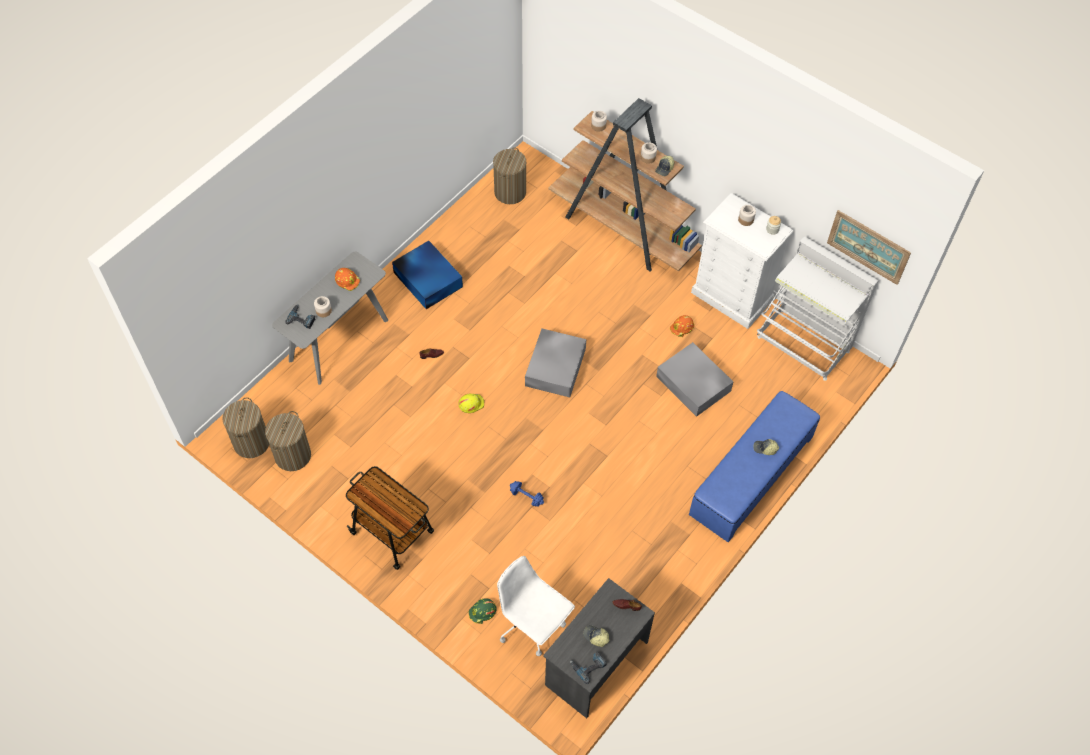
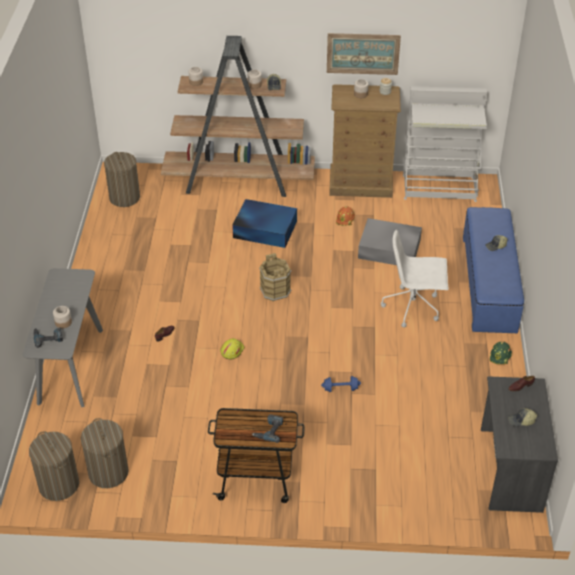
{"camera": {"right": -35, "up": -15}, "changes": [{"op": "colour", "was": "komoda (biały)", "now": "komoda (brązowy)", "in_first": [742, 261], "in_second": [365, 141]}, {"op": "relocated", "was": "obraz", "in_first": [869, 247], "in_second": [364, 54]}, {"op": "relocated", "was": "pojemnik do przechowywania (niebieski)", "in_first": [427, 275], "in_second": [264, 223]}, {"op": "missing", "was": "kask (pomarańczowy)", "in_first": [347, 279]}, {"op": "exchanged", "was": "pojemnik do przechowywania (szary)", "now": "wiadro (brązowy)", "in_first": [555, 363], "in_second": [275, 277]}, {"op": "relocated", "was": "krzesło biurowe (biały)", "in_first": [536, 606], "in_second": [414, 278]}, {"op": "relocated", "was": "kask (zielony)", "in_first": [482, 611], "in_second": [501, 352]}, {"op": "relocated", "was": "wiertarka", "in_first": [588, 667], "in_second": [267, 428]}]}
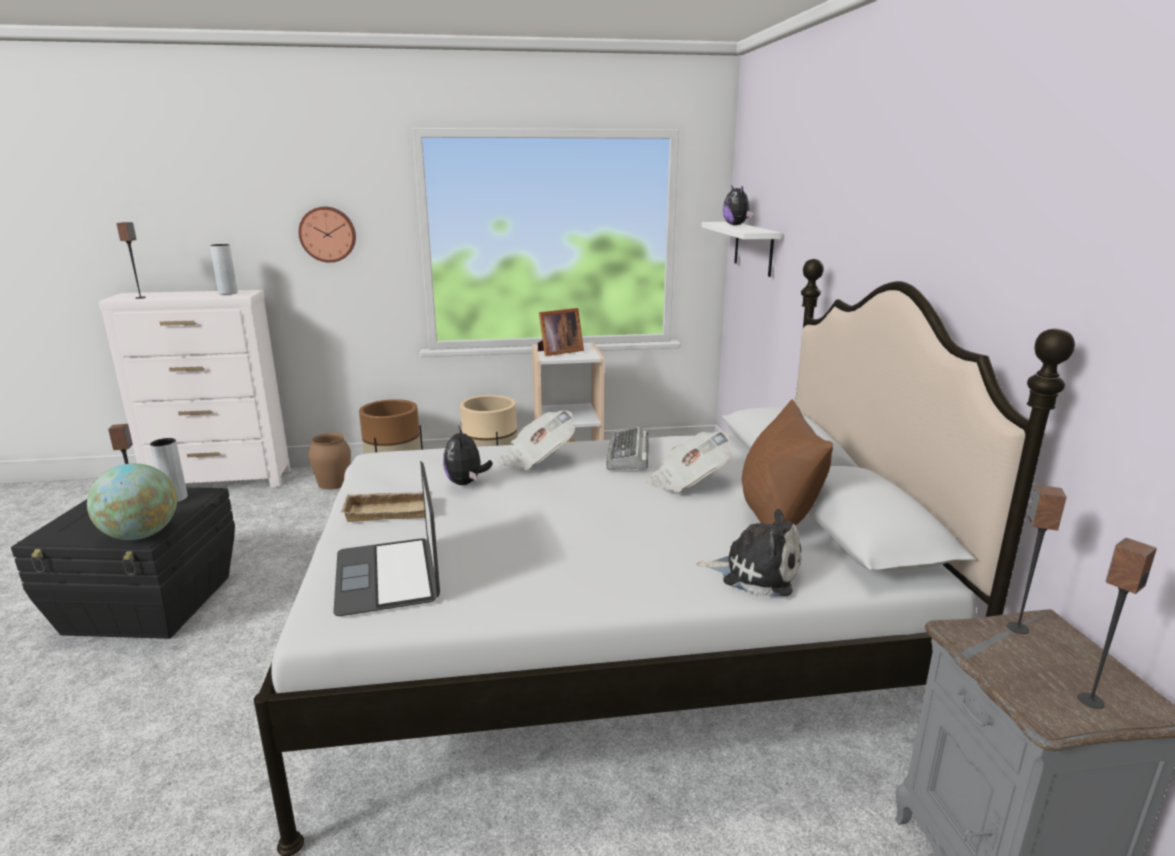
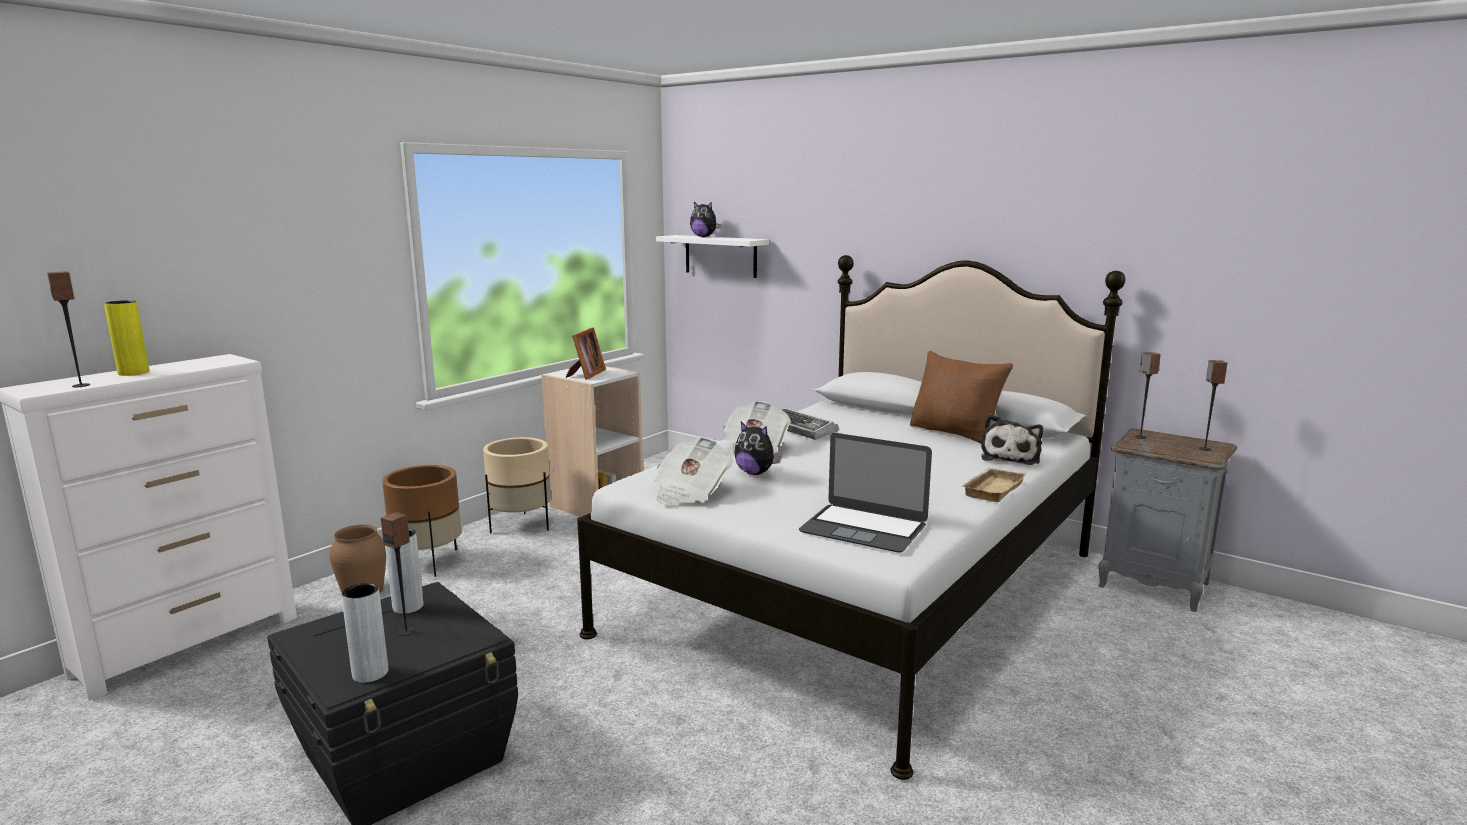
{"camera": {"right": -45, "up": -5}, "changes": [{"op": "missing", "was": "zegar ścienny", "in_first": [327, 234]}, {"op": "relocated", "was": "wazon (szary)", "in_first": [224, 269], "in_second": [364, 633]}, {"op": "relocated", "was": "gazeta", "in_first": [689, 462], "in_second": [694, 471]}, {"op": "missing", "was": "globus", "in_first": [132, 501]}, {"op": "relocated", "was": "taca (beżowy)", "in_first": [386, 506], "in_second": [994, 485]}, {"op": "spun", "was": "pluszak", "in_first": [748, 552], "in_second": [1012, 439], "clockwise": 135}, {"op": "appeared", "now": "wazon (żółty)", "in_second": [126, 338]}]}
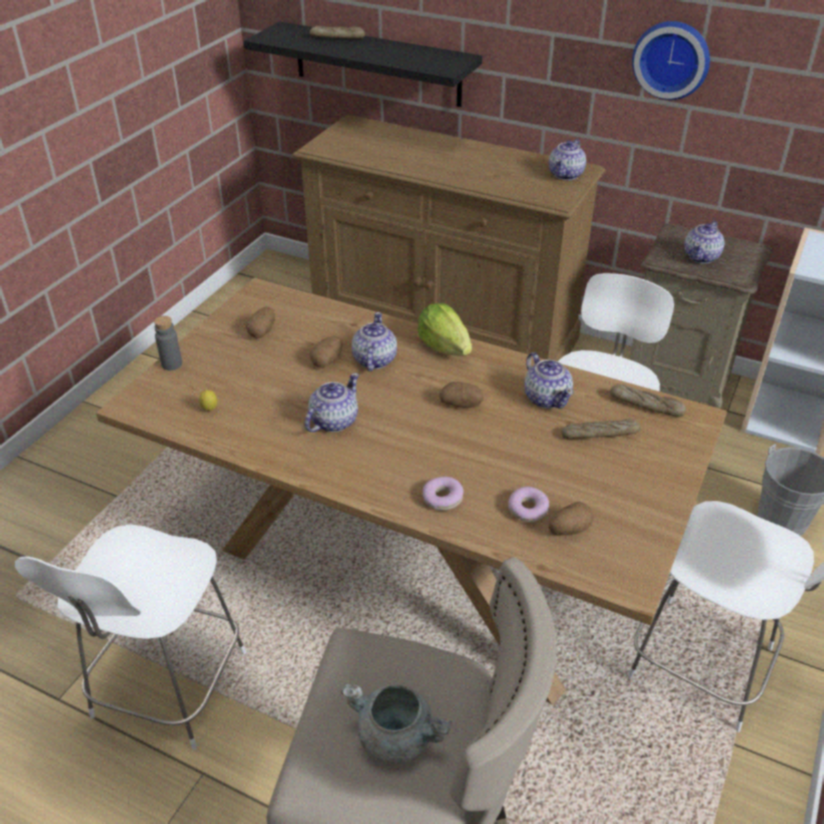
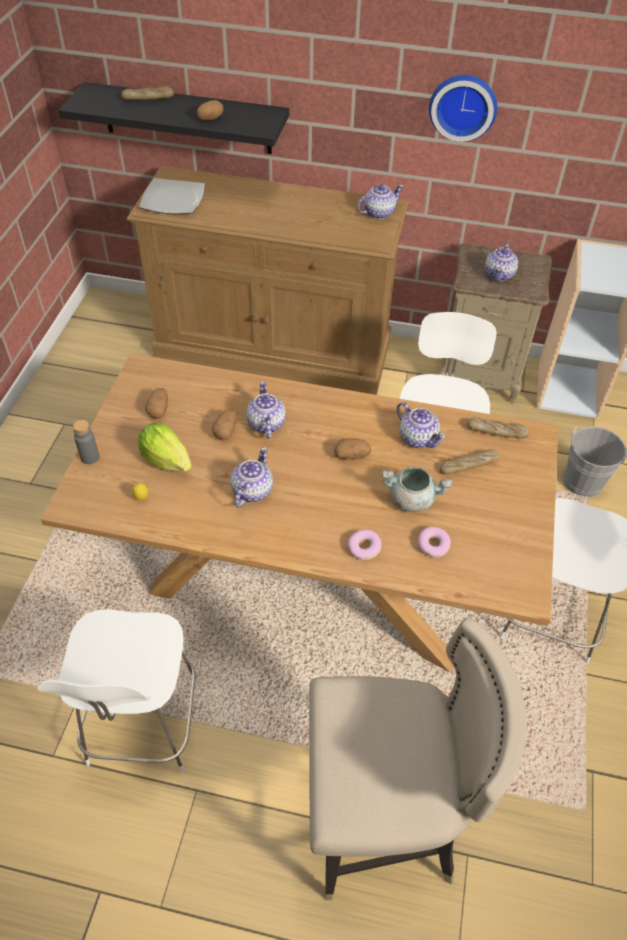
{"camera": {"right": -15, "up": 10}, "changes": [{"op": "spun", "was": "imbryk", "in_first": [567, 159], "in_second": [380, 201], "clockwise": -135}, {"op": "relocated", "was": "sałata", "in_first": [445, 329], "in_second": [165, 447]}, {"op": "relocated", "was": "ziemniak", "in_first": [571, 519], "in_second": [210, 110]}, {"op": "relocated", "was": "garnek (szary)", "in_first": [396, 723], "in_second": [417, 489]}, {"op": "appeared", "now": "talerz", "in_second": [172, 196]}]}
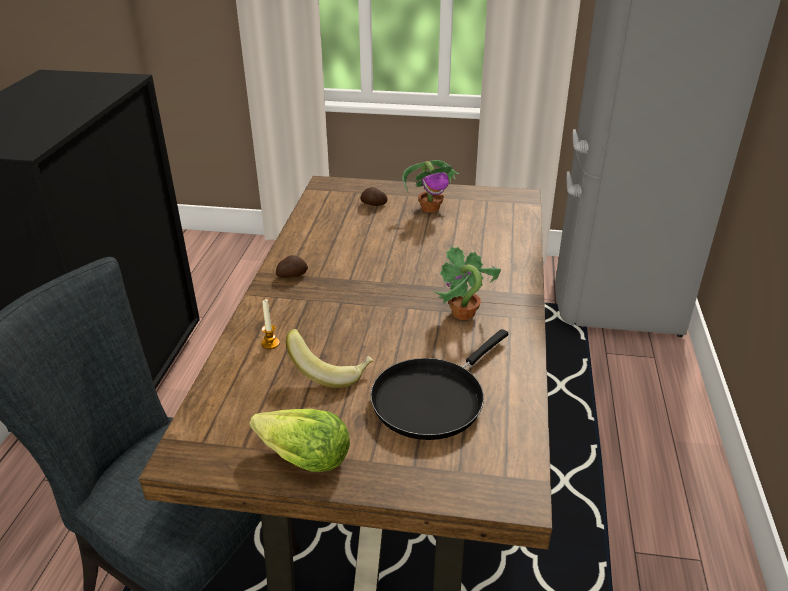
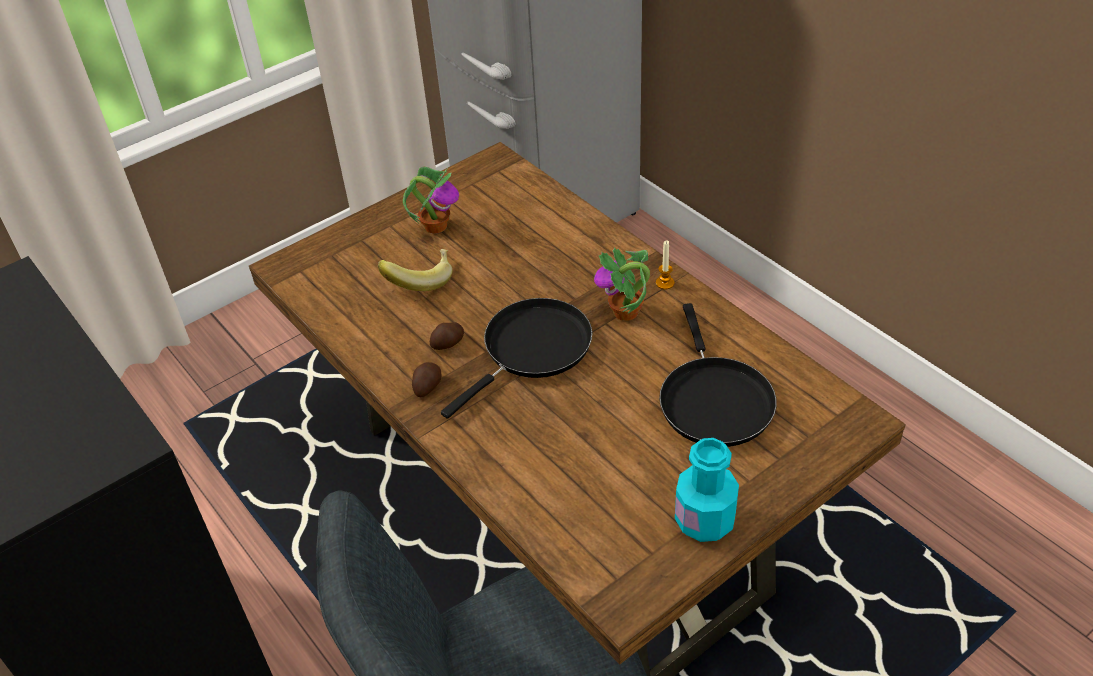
{"camera": {"right": -45, "up": 10}, "changes": [{"op": "relocated", "was": "ziemniak", "in_first": [373, 196], "in_second": [447, 336]}, {"op": "relocated", "was": "świeca", "in_first": [270, 324], "in_second": [665, 265]}, {"op": "relocated", "was": "banan", "in_first": [329, 358], "in_second": [415, 270]}, {"op": "exchanged", "was": "sałata", "now": "butelka (turkusowy)", "in_first": [300, 440], "in_second": [707, 490]}, {"op": "appeared", "now": "patelnia (czarny)", "in_second": [516, 358]}]}
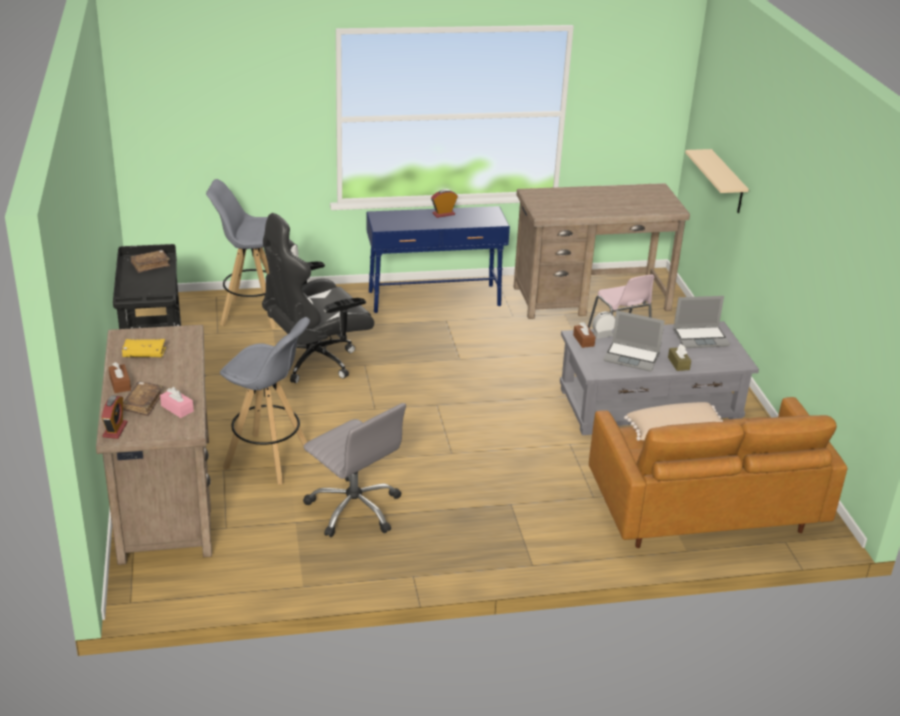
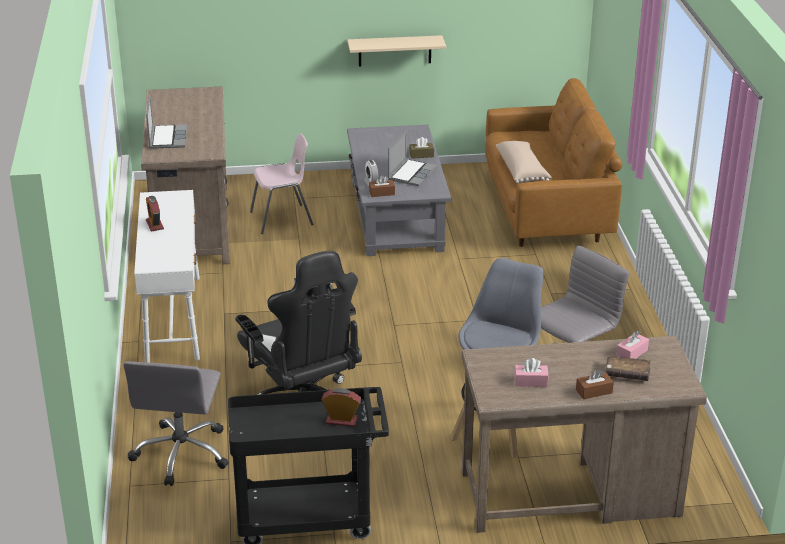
{"camera": {"right": -85, "up": 0}, "changes": [{"op": "relocated", "was": "półka (beżowy)", "in_first": [717, 181], "in_second": [397, 50]}, {"op": "exchanged", "was": "stołek (szary)", "now": "krzesło biurowe (szary)", "in_first": [241, 254], "in_second": [176, 423]}, {"op": "colour", "was": "stolik konsolowy (niebieski)", "now": "stolik konsolowy (biały)", "in_first": [438, 259], "in_second": [167, 276]}, {"op": "missing", "was": "książka (brązowy)", "in_first": [150, 261]}, {"op": "relocated", "was": "laptop", "in_first": [701, 322], "in_second": [166, 122]}, {"op": "exchanged", "was": "książka (żółty)", "now": "pudełko chusteczek (różowy)", "in_first": [144, 348], "in_second": [531, 372]}, {"op": "relocated", "was": "budzik", "in_first": [115, 417], "in_second": [341, 407]}]}
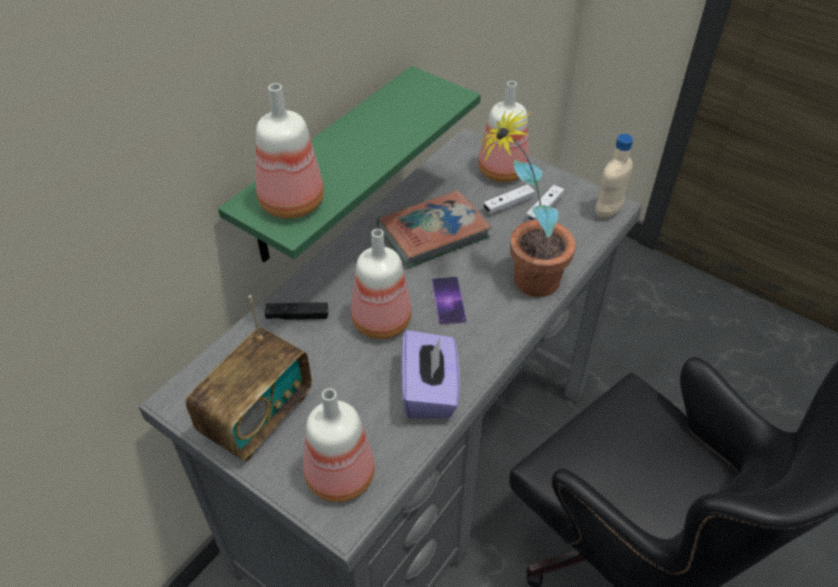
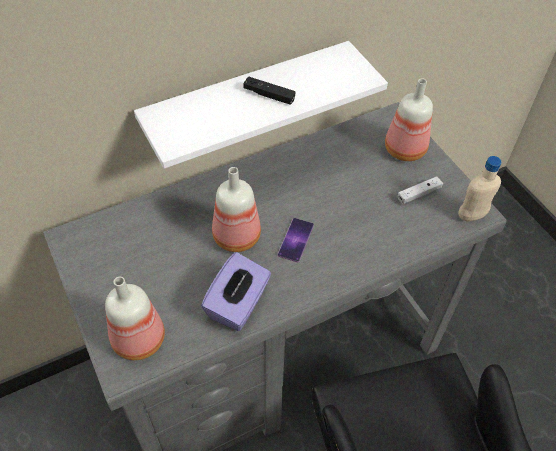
{"camera": {"right": 25, "up": 5}, "changes": [{"op": "colour", "was": "półka (zielony)", "now": "półka (biały)", "in_first": [349, 164], "in_second": [261, 105]}, {"op": "missing", "was": "butelka", "in_first": [290, 151]}, {"op": "missing", "was": "roślina doniczkowa", "in_first": [527, 204]}, {"op": "missing", "was": "pad do gier (biały)", "in_first": [509, 199]}, {"op": "missing", "was": "książka", "in_first": [434, 229]}, {"op": "missing", "was": "radio", "in_first": [249, 378]}, {"op": "relocated", "was": "pad do gier (czarny)", "in_first": [296, 311], "in_second": [270, 91]}]}
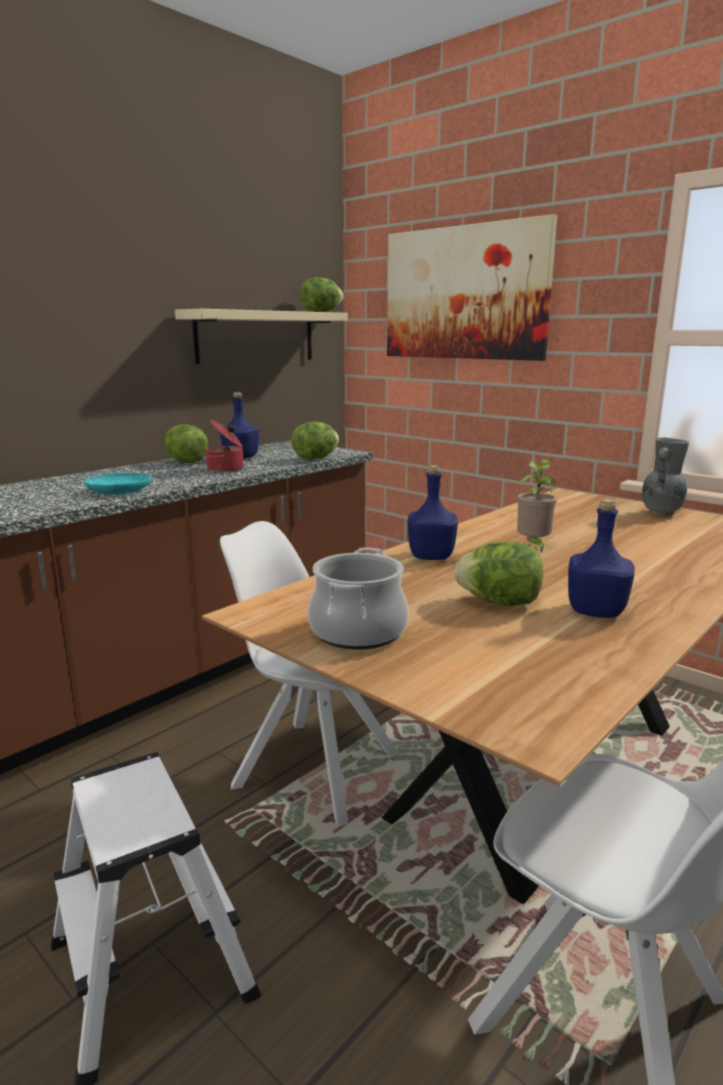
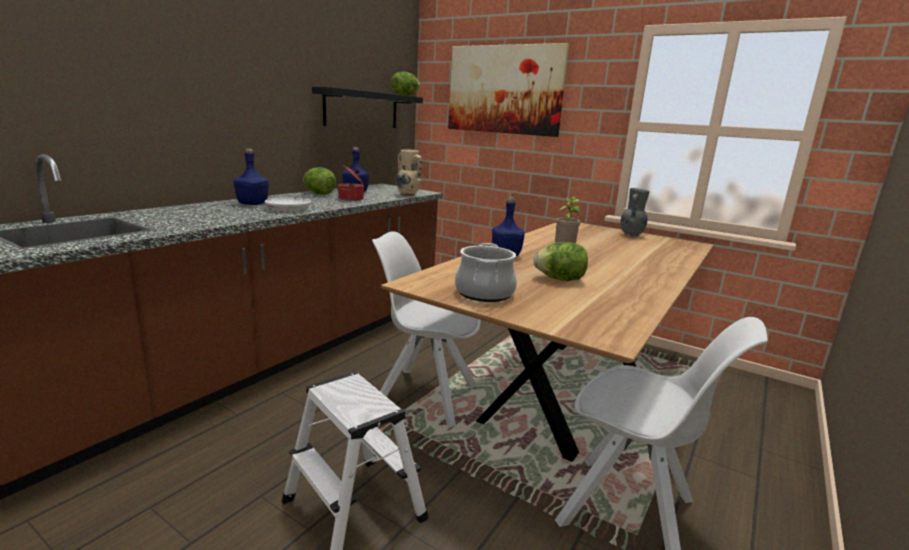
{"camera": {"right": -10, "up": 0}, "changes": [{"op": "colour", "was": "półka (beżowy)", "now": "półka (czarny)", "in_first": [261, 336], "in_second": [367, 107]}, {"op": "exchanged", "was": "sałata", "now": "wazon (beżowy)", "in_first": [315, 441], "in_second": [409, 172]}, {"op": "colour", "was": "talerz (turkusowy)", "now": "talerz (biały)", "in_first": [118, 483], "in_second": [288, 205]}, {"op": "relocated", "was": "butelka (niebieski)", "in_first": [601, 558], "in_second": [251, 176]}]}
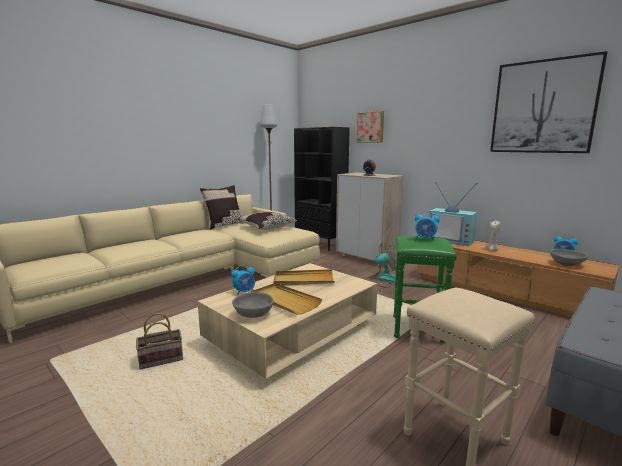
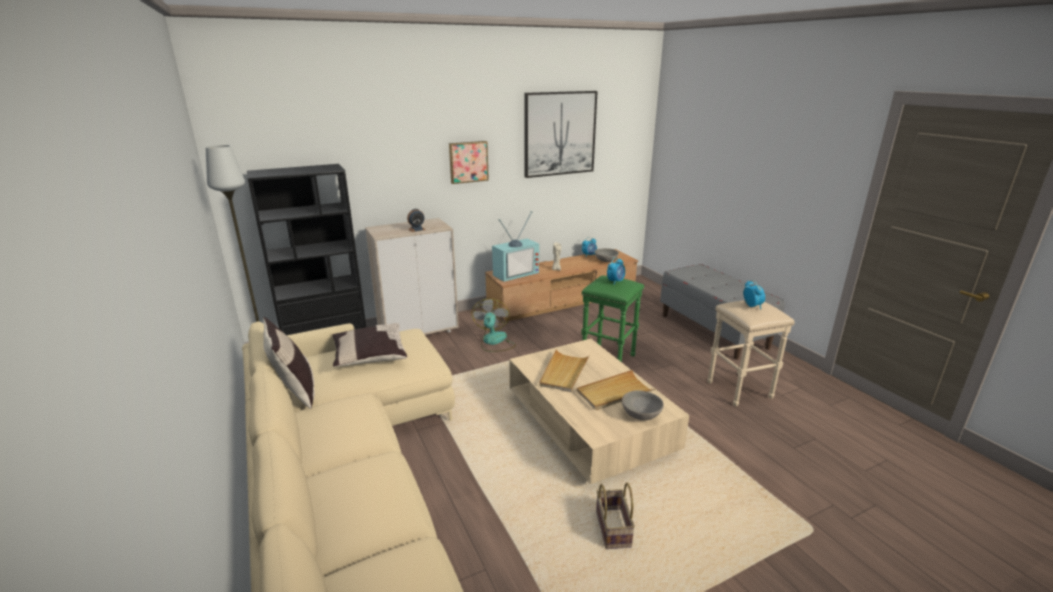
{"camera": {"right": -70, "up": 10}, "changes": [{"op": "relocated", "was": "obraz", "in_first": [370, 126], "in_second": [469, 162]}, {"op": "relocated", "was": "budzik", "in_first": [243, 279], "in_second": [754, 295]}]}
